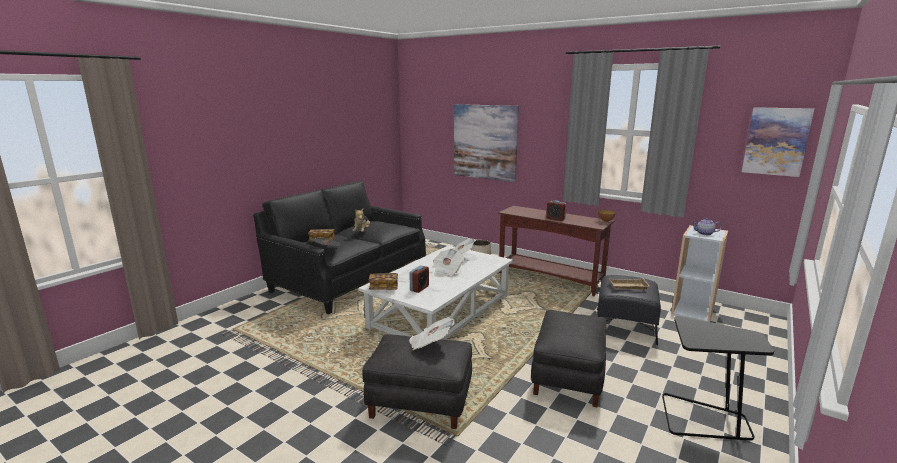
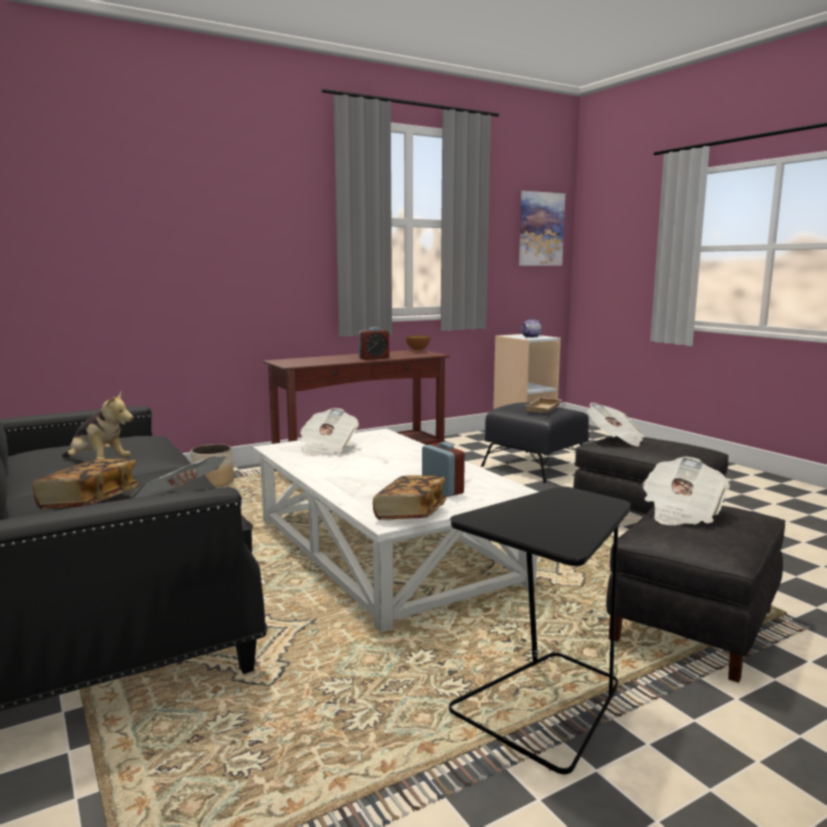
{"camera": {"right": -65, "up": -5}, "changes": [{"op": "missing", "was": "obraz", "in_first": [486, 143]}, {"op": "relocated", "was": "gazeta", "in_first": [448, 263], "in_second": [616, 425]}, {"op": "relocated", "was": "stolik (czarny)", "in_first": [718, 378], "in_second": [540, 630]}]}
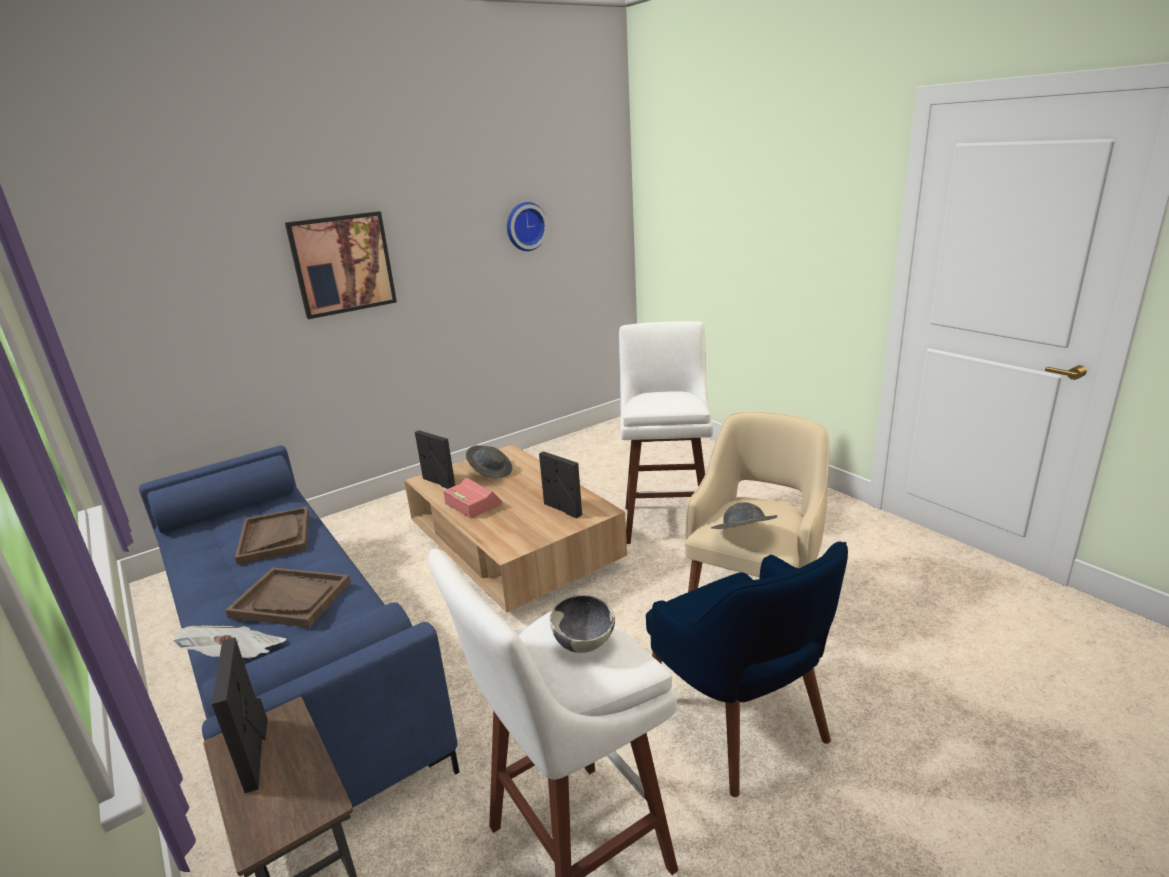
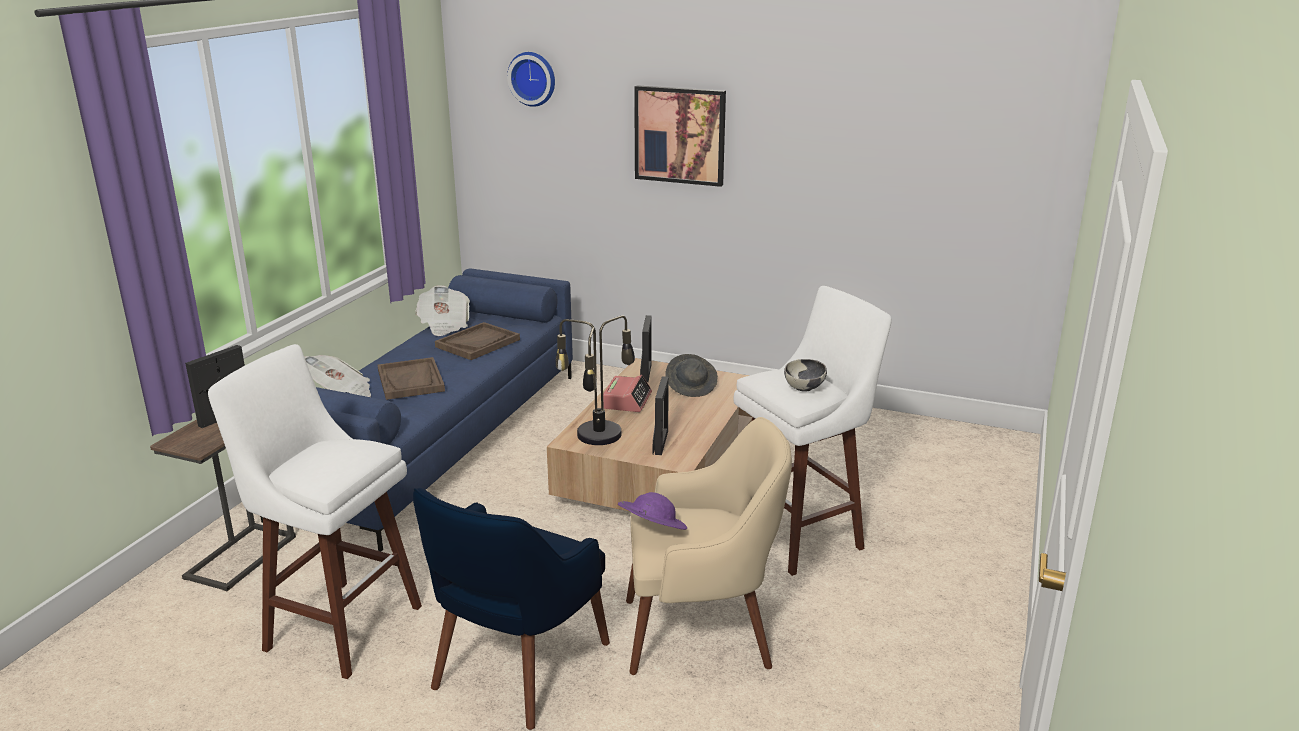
{"camera": {"right": 55, "up": 0}, "changes": [{"op": "relocated", "was": "zegar ścienny", "in_first": [527, 226], "in_second": [531, 79]}, {"op": "colour", "was": "kapelusz (szary)", "now": "kapelusz (fioletowy)", "in_first": [744, 515], "in_second": [652, 511]}, {"op": "relocated", "was": "miska", "in_first": [582, 624], "in_second": [805, 375]}, {"op": "appeared", "now": "gazeta", "in_second": [442, 310]}, {"op": "appeared", "now": "lampa stołowa", "in_second": [595, 380]}]}
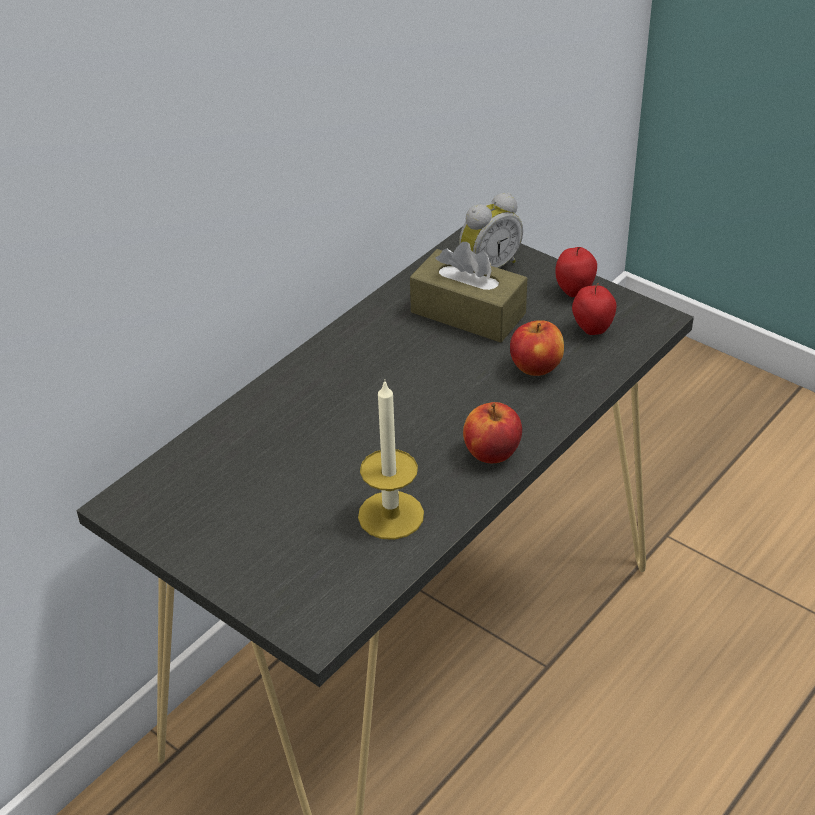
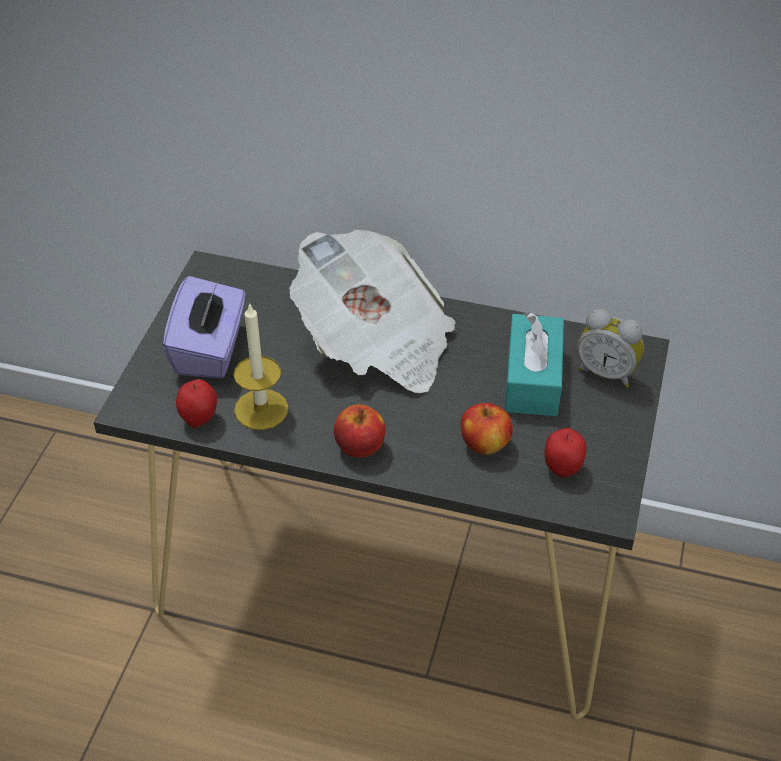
{"camera": {"right": 65, "up": 5}, "changes": [{"op": "colour", "was": "pudełko chusteczek (brązowy)", "now": "pudełko chusteczek (turkusowy)", "in_first": [468, 292], "in_second": [534, 364]}, {"op": "relocated", "was": "jabłko", "in_first": [576, 272], "in_second": [196, 403]}, {"op": "appeared", "now": "gazeta", "in_second": [372, 311]}, {"op": "appeared", "now": "pudełko chusteczek (fioletowy)", "in_second": [204, 327]}]}
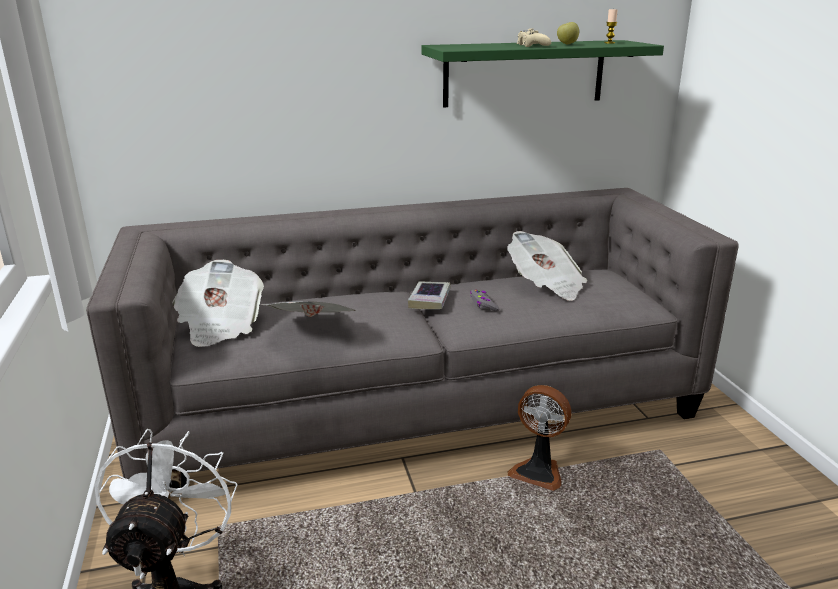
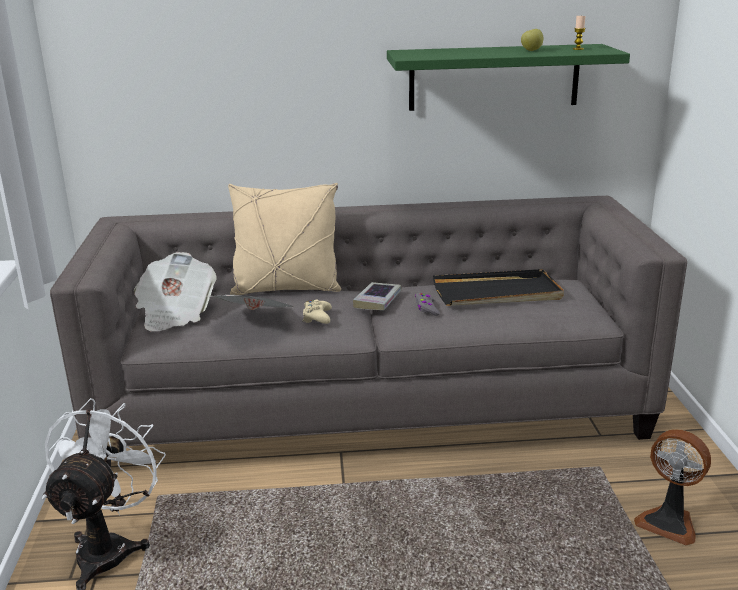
{"camera": {"right": 10, "up": 0}, "changes": [{"op": "relocated", "was": "pad do gier (beżowy)", "in_first": [534, 37], "in_second": [317, 312]}, {"op": "exchanged", "was": "gazeta", "now": "taca (czarny)", "in_first": [547, 266], "in_second": [498, 287]}, {"op": "relocated", "was": "wentylator", "in_first": [539, 438], "in_second": [672, 487]}, {"op": "appeared", "now": "poduszka (beżowy)", "in_second": [284, 239]}]}
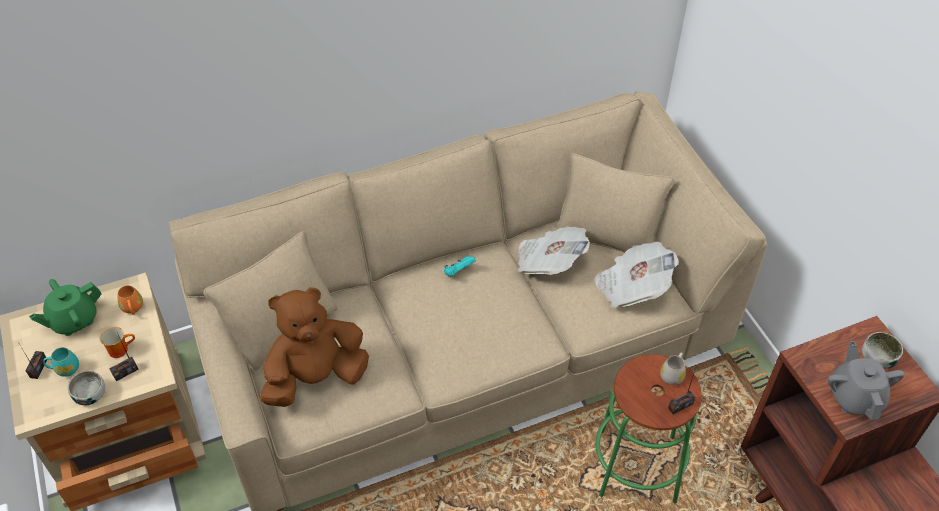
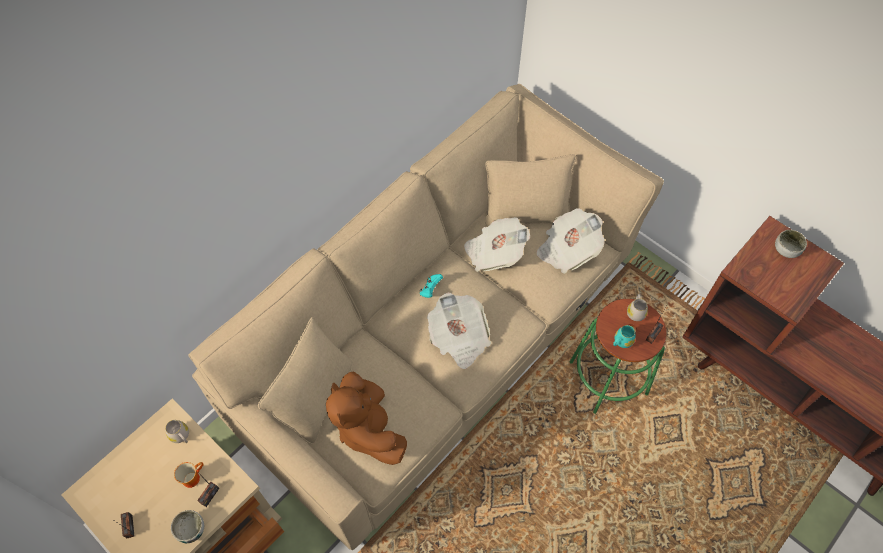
{"camera": {"right": -25, "up": 10}, "changes": [{"op": "missing", "was": "imbryk (zielony)", "in_first": [65, 307]}, {"op": "colour", "was": "kubek (pomarańczowy)", "now": "kubek (biały)", "in_first": [130, 300], "in_second": [177, 431]}, {"op": "spun", "was": "pluszak (brązowy)", "in_first": [314, 347], "in_second": [366, 418], "clockwise": -60}, {"op": "missing", "was": "imbryk (szary)", "in_first": [866, 380]}, {"op": "relocated", "was": "kubek (turkusowy)", "in_first": [61, 362], "in_second": [624, 336]}, {"op": "appeared", "now": "gazeta", "in_second": [459, 330]}]}
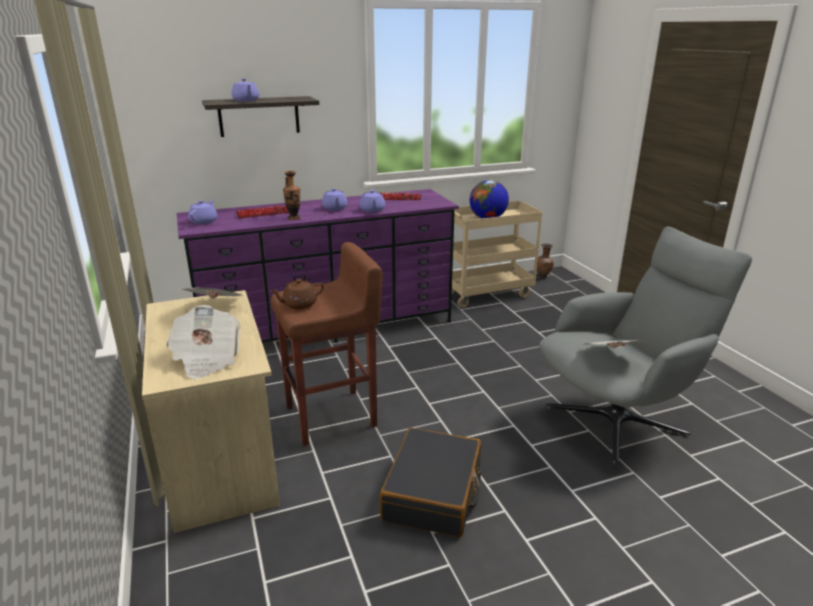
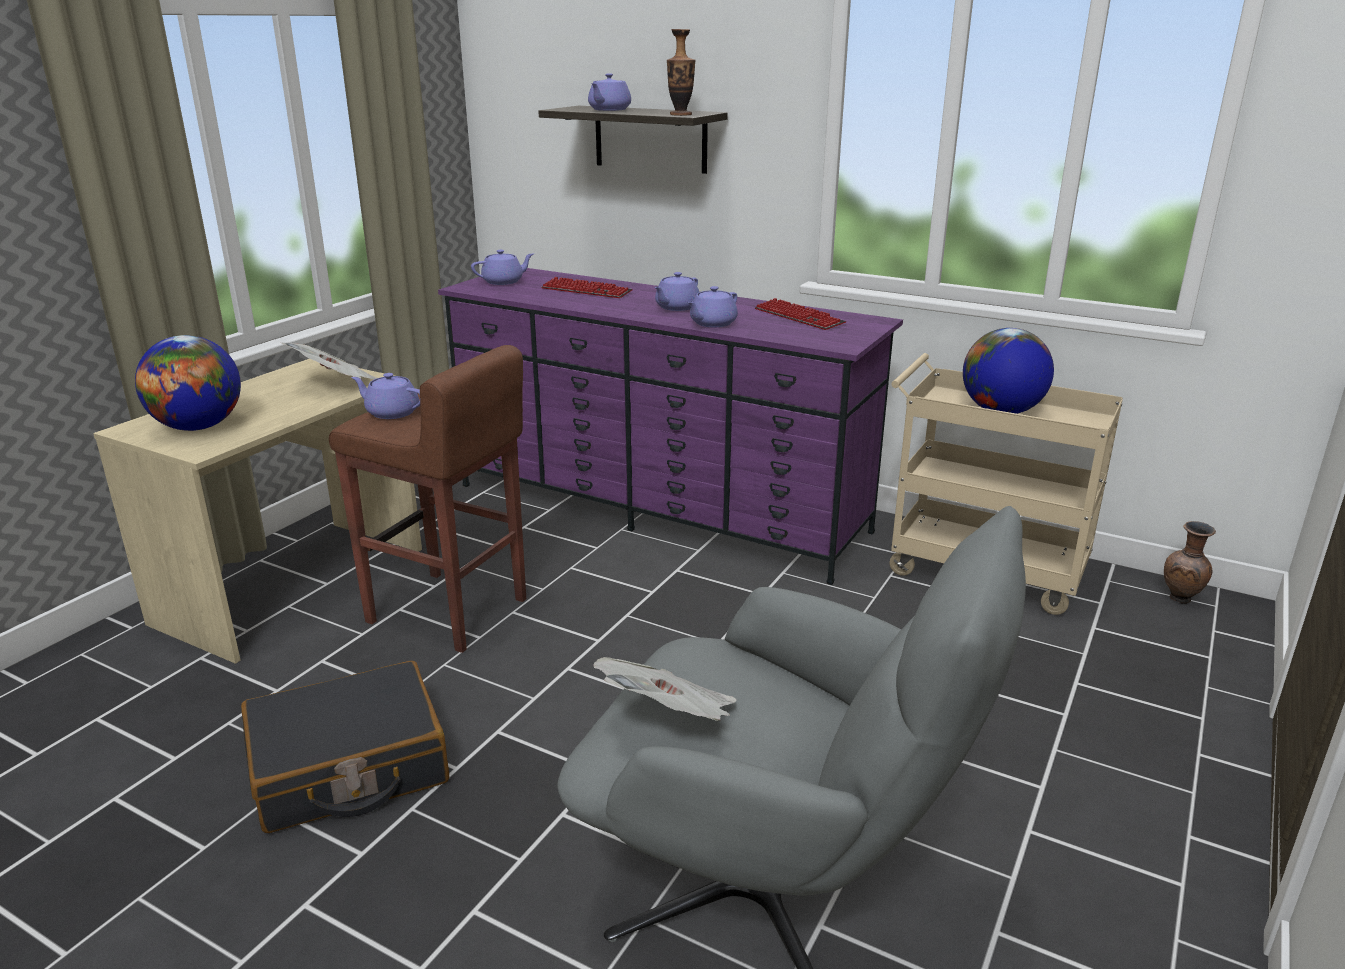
{"camera": {"right": 50, "up": 0}, "changes": [{"op": "relocated", "was": "wazon", "in_first": [292, 195], "in_second": [681, 72]}, {"op": "colour", "was": "imbryk (brązowy)", "now": "imbryk (fioletowy)", "in_first": [297, 294], "in_second": [385, 396]}, {"op": "exchanged", "was": "gazeta", "now": "globus", "in_first": [203, 342], "in_second": [188, 383]}]}
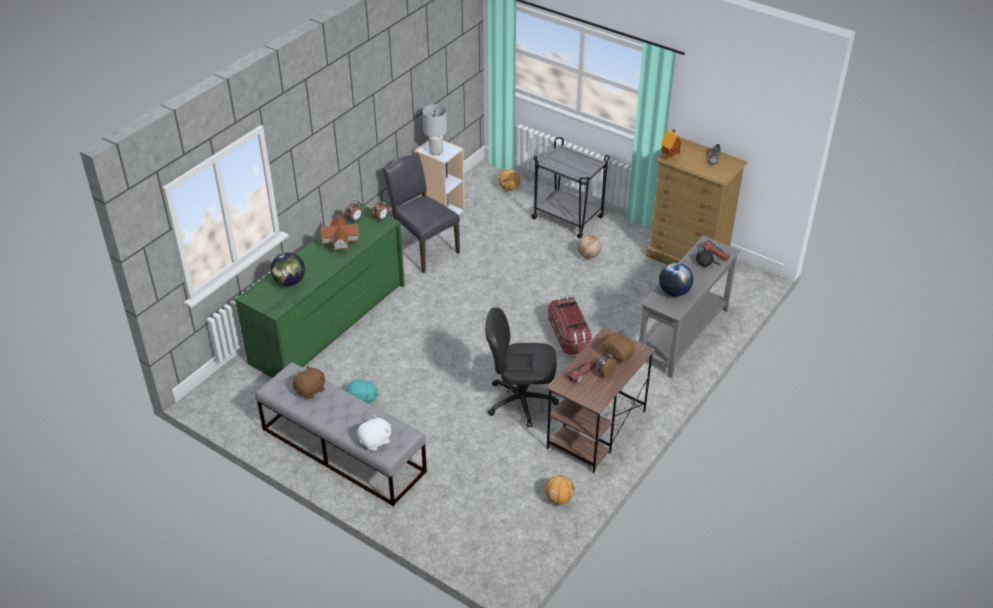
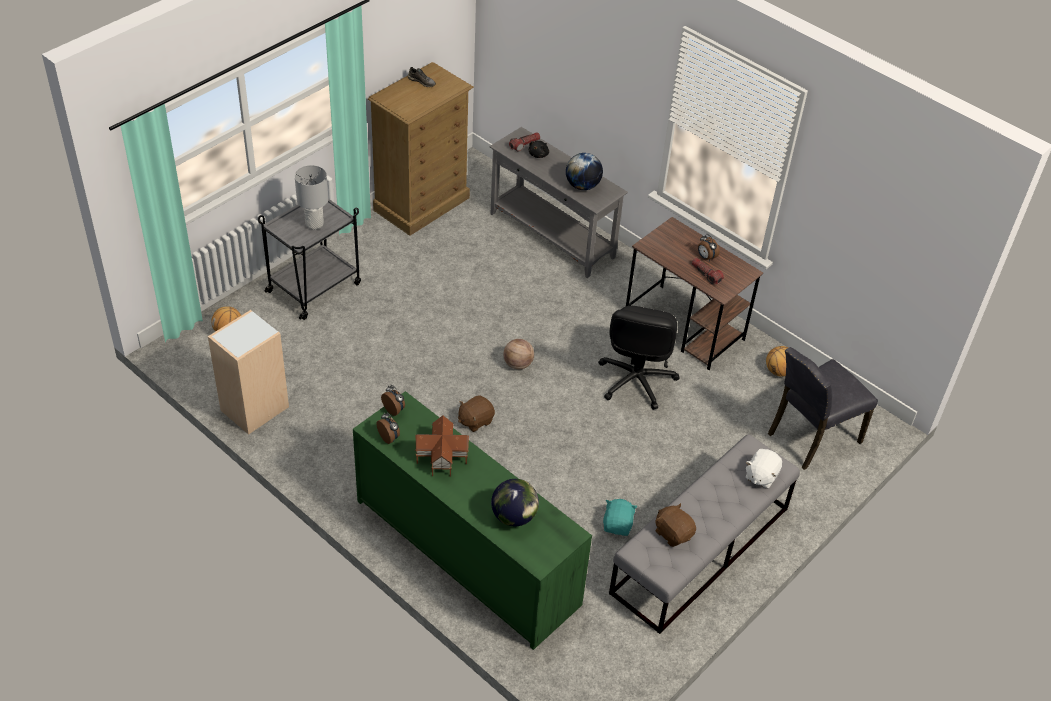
{"camera": {"right": -85, "up": 5}, "changes": [{"op": "relocated", "was": "lampa stołowa (szary)", "in_first": [435, 129], "in_second": [311, 197]}, {"op": "missing", "was": "domek", "in_first": [671, 145]}, {"op": "relocated", "was": "krzesło (szary)", "in_first": [421, 212], "in_second": [823, 408]}, {"op": "relocated", "was": "piłka do koszykówki", "in_first": [589, 247], "in_second": [519, 354]}, {"op": "missing", "was": "pojemnik do przechowywania", "in_first": [570, 326]}, {"op": "relocated", "was": "pluszak (brązowy)", "in_first": [619, 347], "in_second": [476, 413]}, {"op": "spun", "was": "pluszak (biały)", "in_first": [374, 433], "in_second": [763, 469], "clockwise": -120}]}
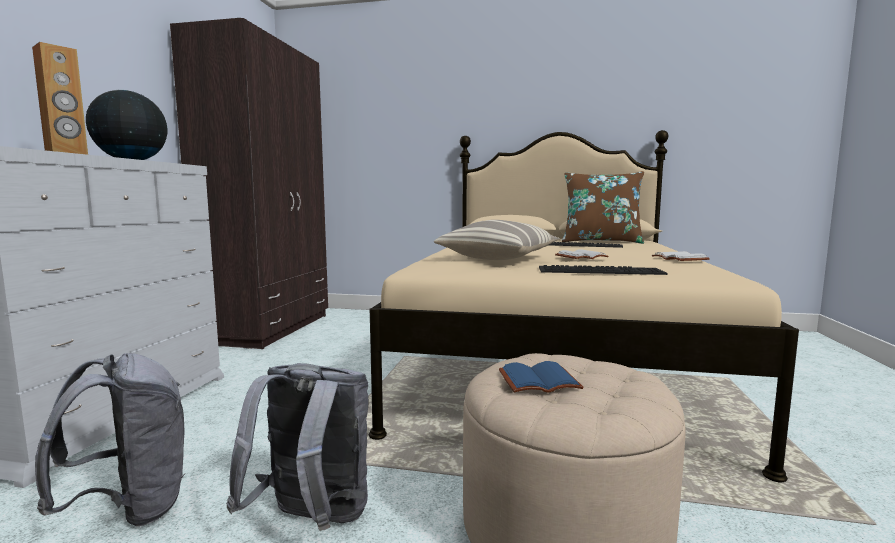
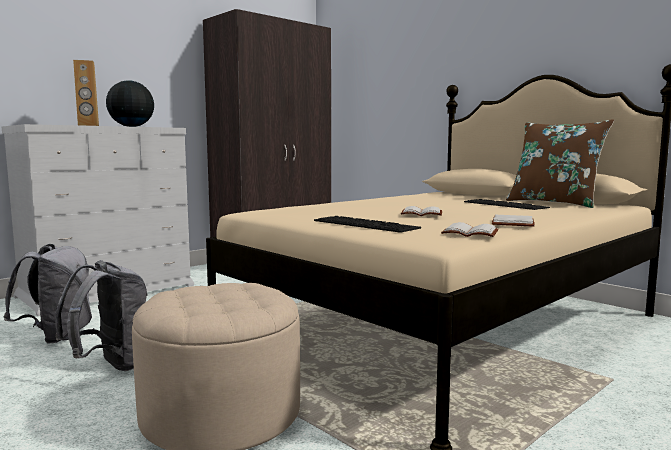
{"camera": {"right": 35, "up": 0}, "changes": [{"op": "missing", "was": "poduszka", "in_first": [497, 240]}, {"op": "missing", "was": "książka (niebieski)", "in_first": [541, 377]}, {"op": "appeared", "now": "książka (biały)", "in_second": [469, 229]}]}
